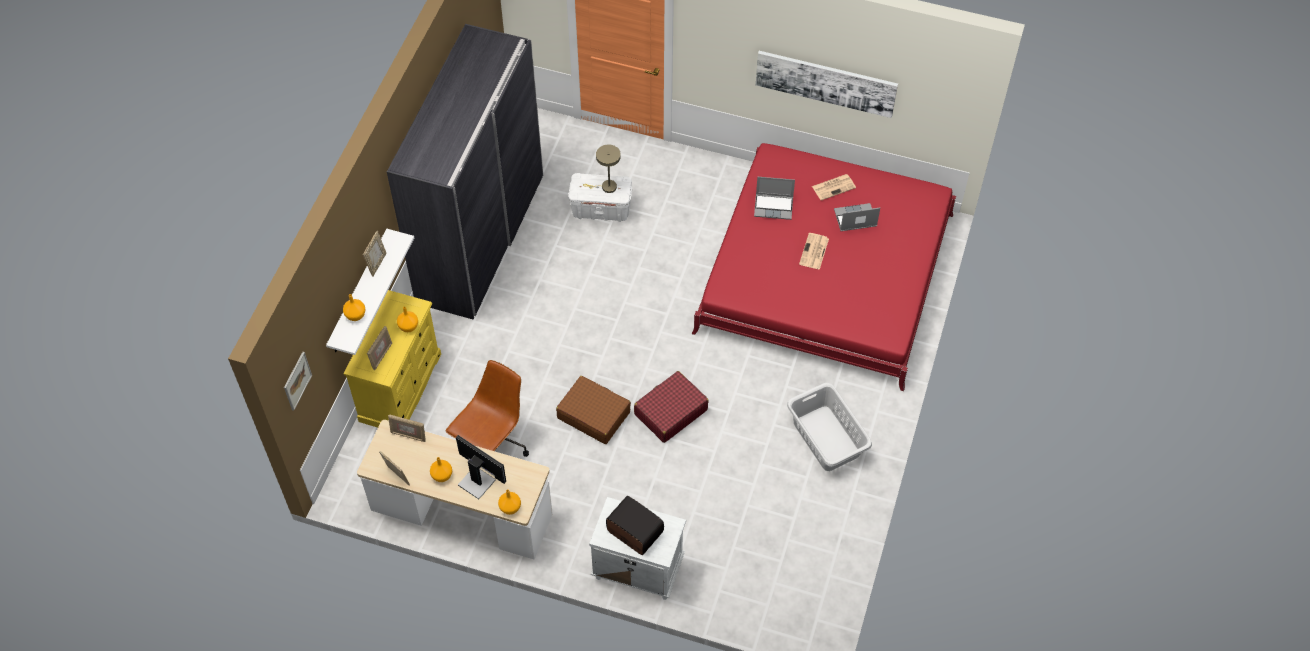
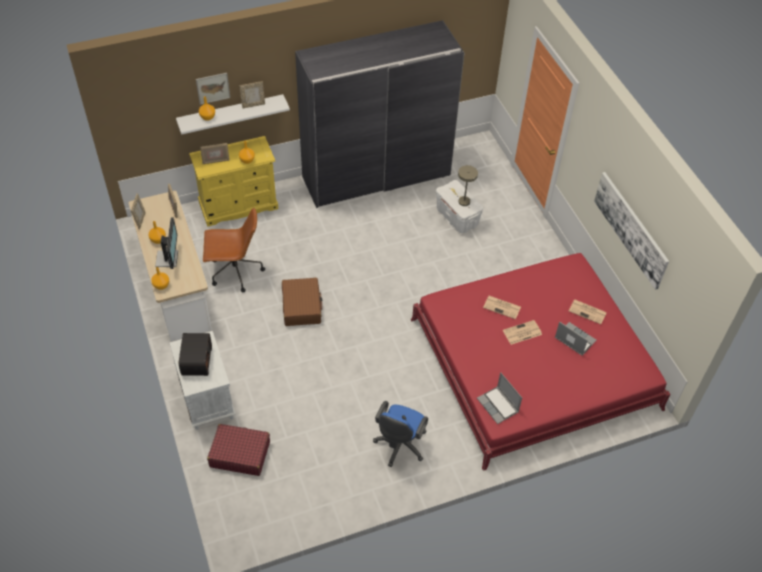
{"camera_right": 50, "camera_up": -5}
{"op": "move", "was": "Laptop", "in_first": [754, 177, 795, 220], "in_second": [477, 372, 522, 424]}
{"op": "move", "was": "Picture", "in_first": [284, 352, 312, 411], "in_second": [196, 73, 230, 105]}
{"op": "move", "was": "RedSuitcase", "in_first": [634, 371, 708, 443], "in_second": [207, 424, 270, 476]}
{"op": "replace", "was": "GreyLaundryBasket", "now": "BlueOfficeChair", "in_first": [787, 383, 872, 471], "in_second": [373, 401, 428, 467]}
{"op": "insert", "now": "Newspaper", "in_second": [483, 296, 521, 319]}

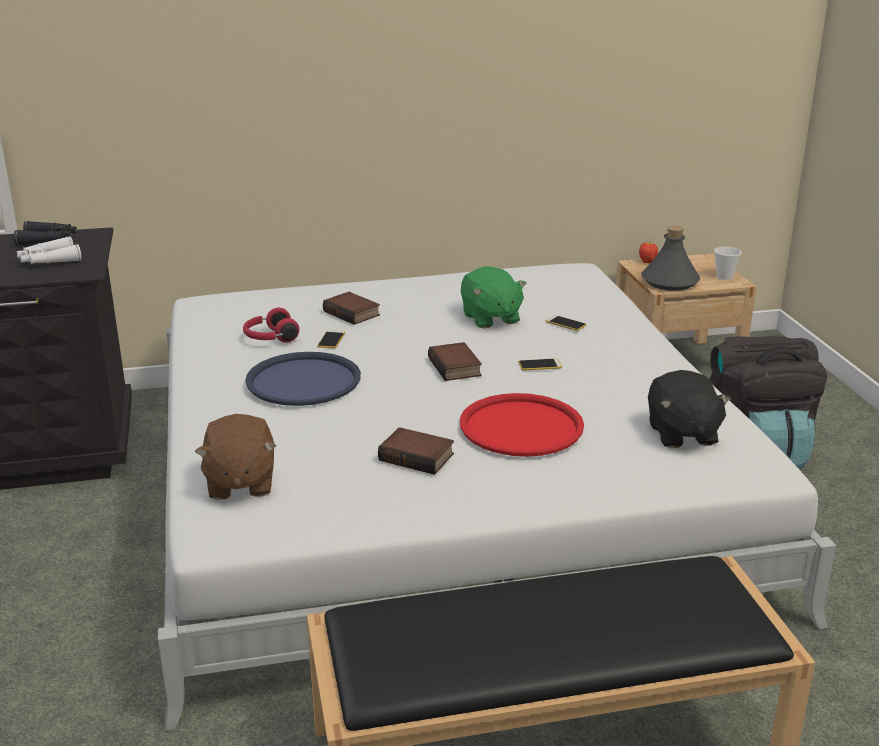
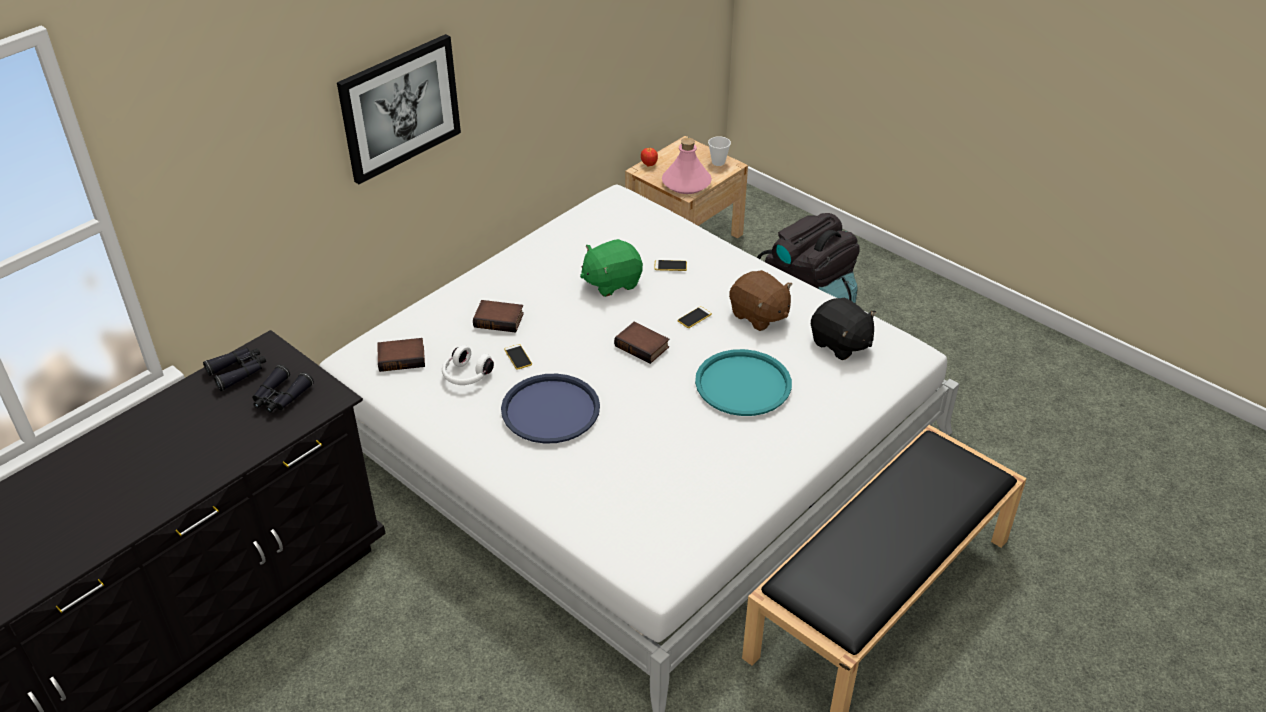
{"camera_right": -35, "camera_up": 15}
{"op": "recolor", "was": "GreyBottle", "now": "PinkBottle", "in_first": [641, 226, 700, 291], "in_second": [662, 138, 712, 194]}
{"op": "recolor", "was": "WhiteBinoculars", "now": "BlackBinoculars", "in_first": [17, 236, 82, 264], "in_second": [252, 365, 314, 413]}
{"op": "rotate", "was": "GreenPlushToy", "in_first": [461, 266, 527, 328], "in_second": [580, 239, 643, 297], "clockwise": 120}
{"op": "recolor", "was": "RedHeadphones", "now": "WhiteHeadphones", "in_first": [243, 308, 299, 343], "in_second": [442, 345, 494, 385]}
{"op": "recolor", "was": "RedTray", "now": "TurquoiseTray", "in_first": [460, 393, 584, 457], "in_second": [695, 349, 792, 416]}
{"op": "move", "was": "BrownPlushToy", "in_first": [195, 414, 276, 500], "in_second": [729, 270, 792, 331]}
{"op": "move", "was": "Book", "in_first": [378, 427, 454, 475], "in_second": [378, 338, 425, 372]}
{"op": "insert", "now": "Picture", "in_second": [337, 34, 461, 184]}

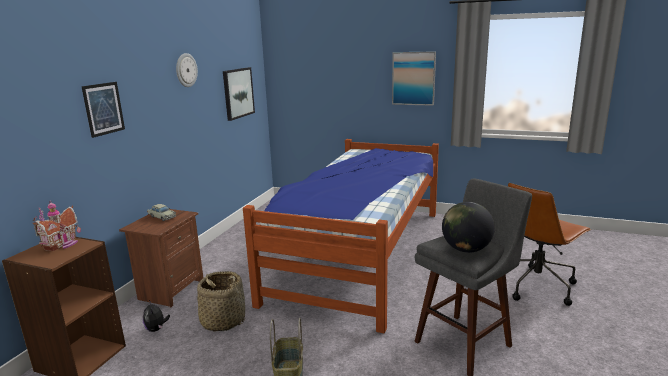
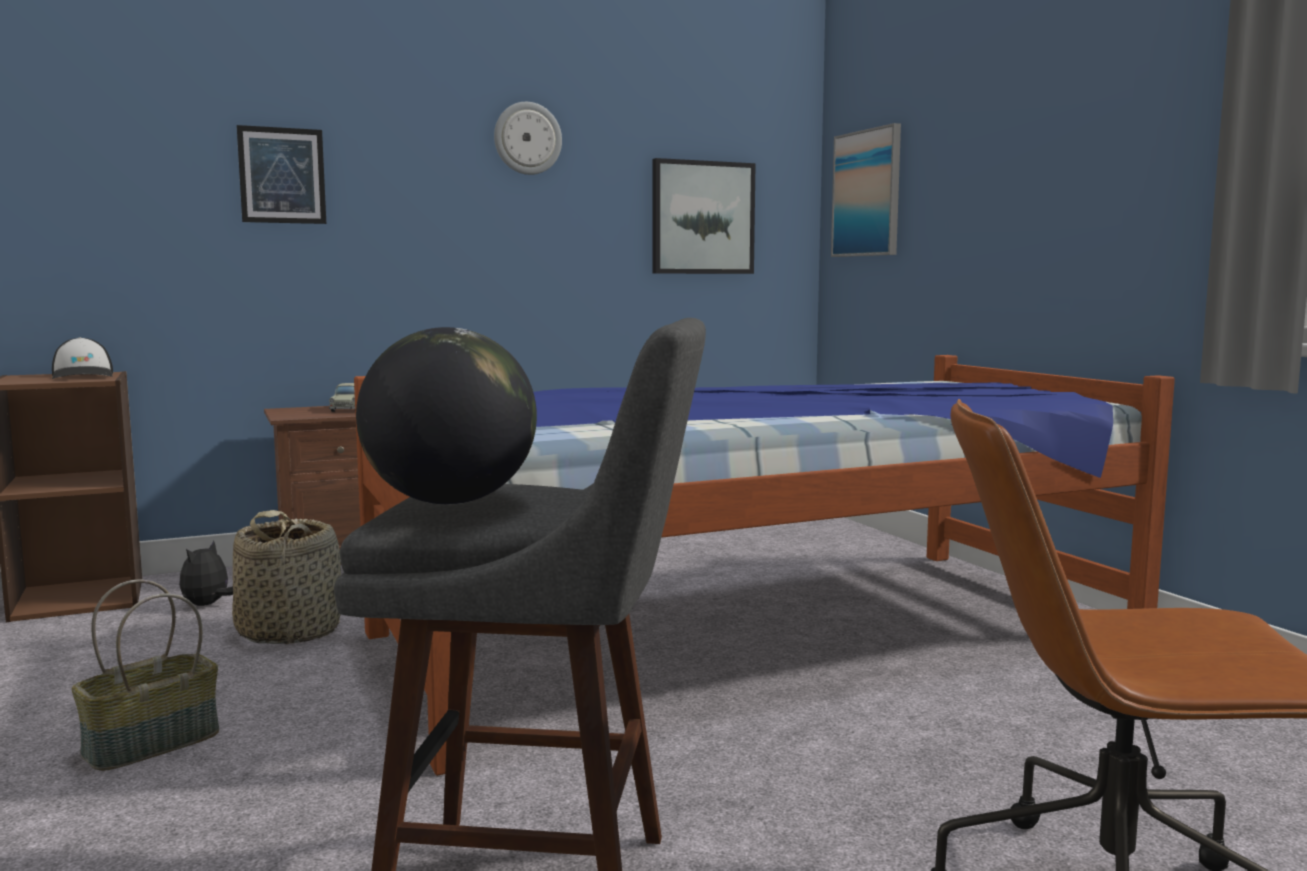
{"camera_right": 45, "camera_up": -10}
{"op": "move", "was": "Picture", "in_first": [392, 51, 436, 106], "in_second": [831, 123, 901, 257]}
{"op": "replace", "was": "ToyHouse", "now": "Cap", "in_first": [33, 200, 81, 251], "in_second": [52, 337, 113, 379]}

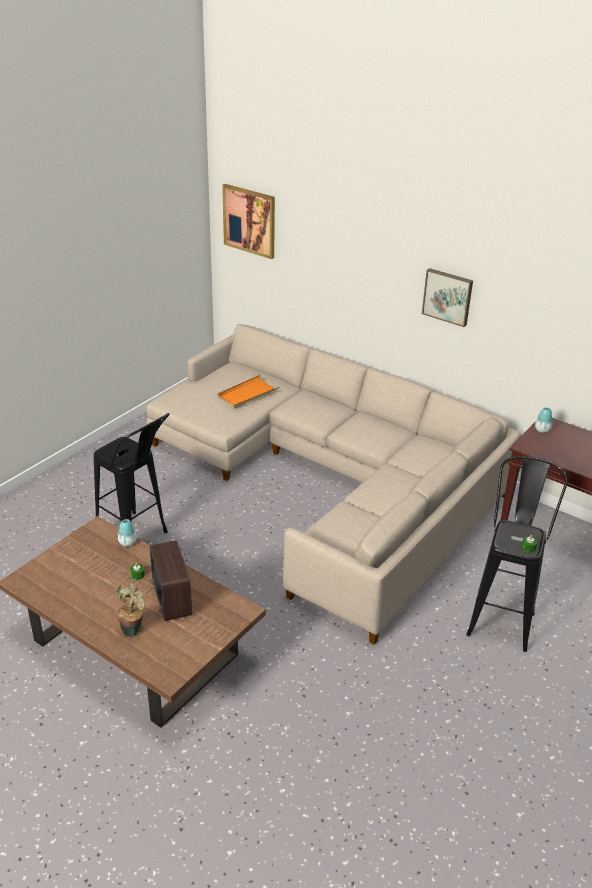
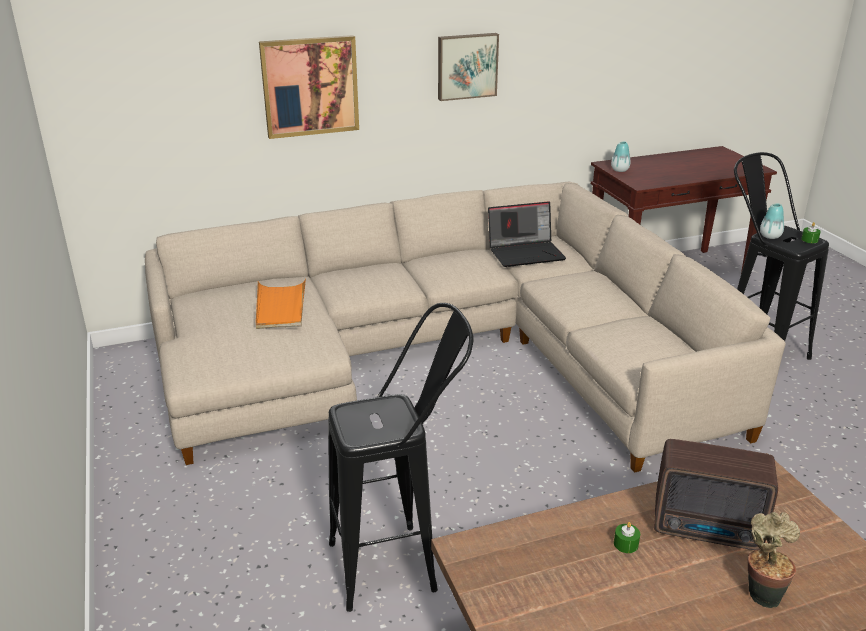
{"camera_right": -55, "camera_up": -5}
{"op": "move", "was": "Picture", "in_first": [222, 184, 275, 259], "in_second": [259, 35, 359, 139]}
{"op": "move", "was": "Vase", "in_first": [118, 519, 137, 547], "in_second": [760, 203, 784, 239]}
{"op": "insert", "now": "Laptop", "in_second": [488, 201, 566, 267]}

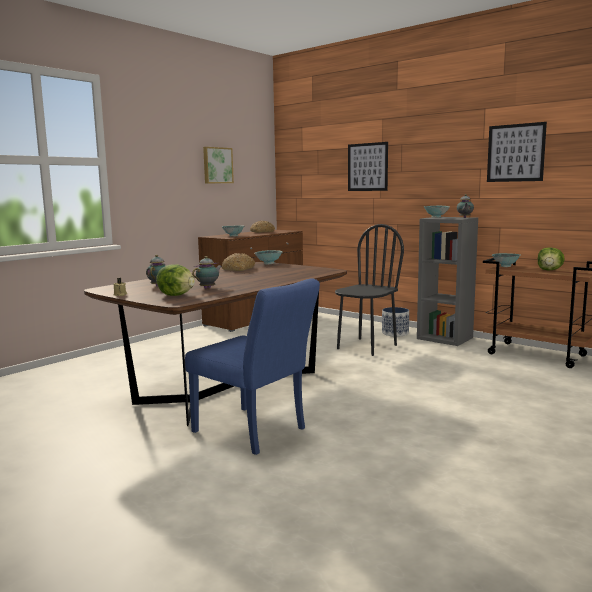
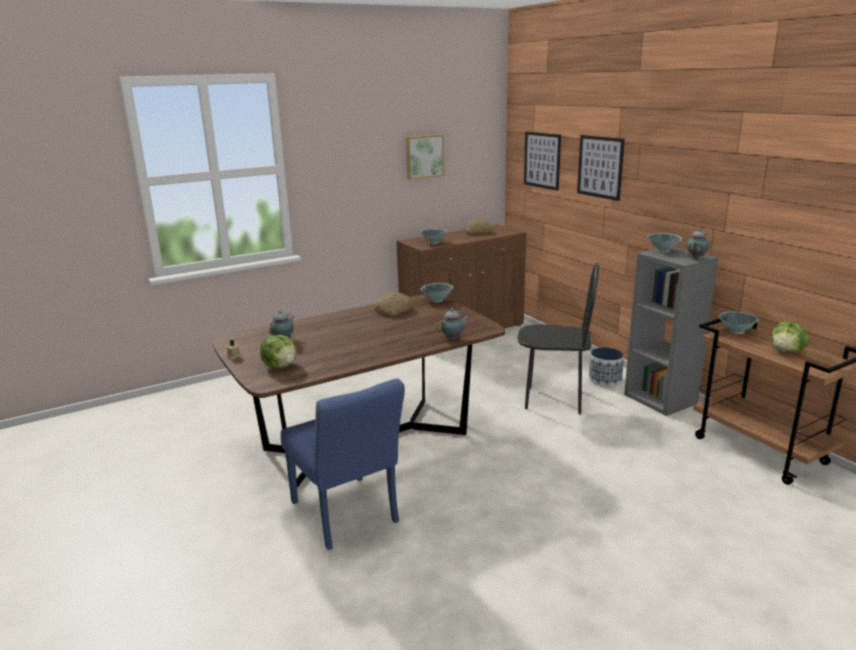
{"camera_right": 20, "camera_up": 10}
{"op": "move", "was": "Picture", "in_first": [487, 122, 547, 182], "in_second": [524, 132, 561, 191]}
{"op": "rotate", "was": "BlackChair", "in_first": [335, 224, 404, 356], "in_second": [517, 263, 599, 414], "clockwise": 45}
{"op": "move", "was": "Teapot", "in_first": [192, 256, 222, 289], "in_second": [436, 308, 469, 341]}

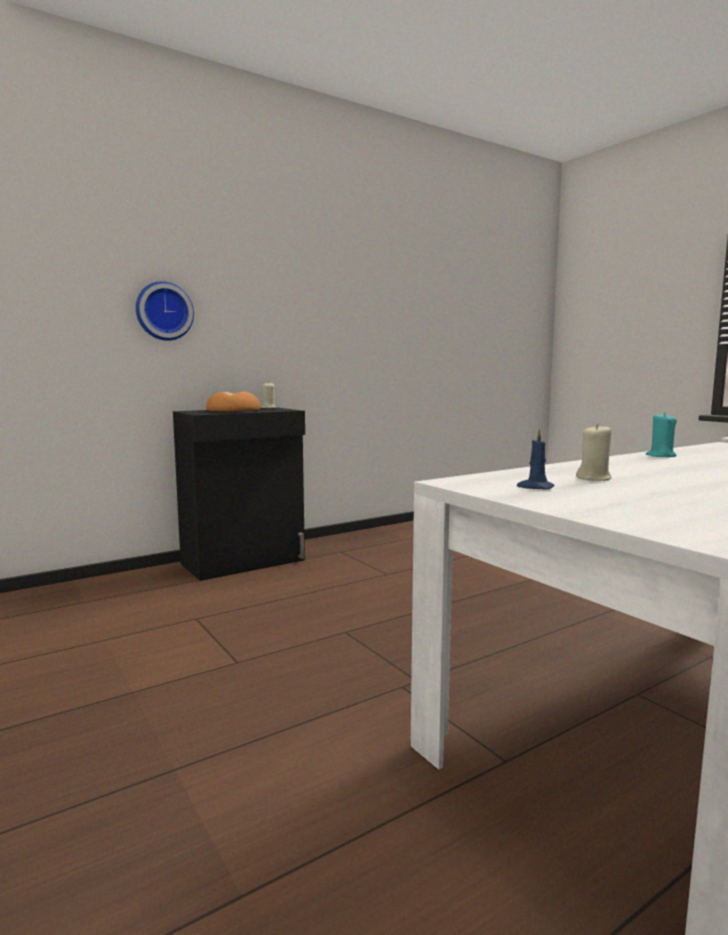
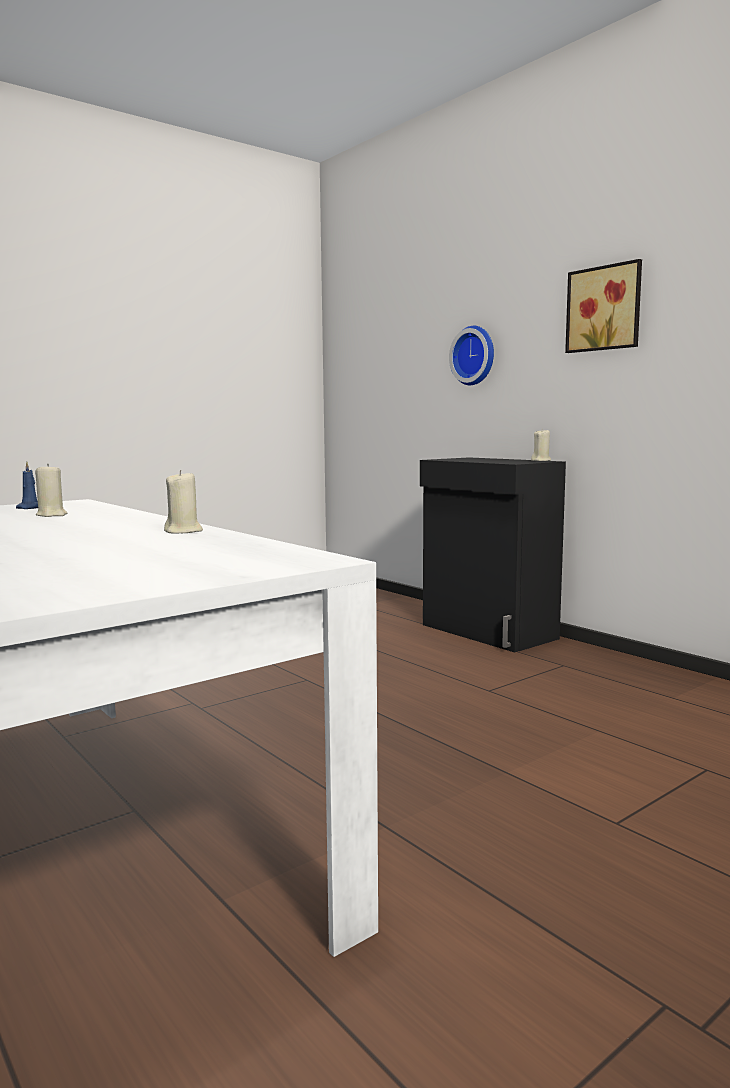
{"camera_right": 85, "camera_up": 0}
{"op": "delete", "was": "Bread", "in_first": [206, 392, 261, 412]}
{"op": "recolor", "was": "TurquoiseCandle", "now": "BeigeCandle", "in_first": [646, 412, 677, 457], "in_second": [164, 470, 203, 533]}
{"op": "insert", "now": "Picture", "in_second": [565, 259, 642, 353]}

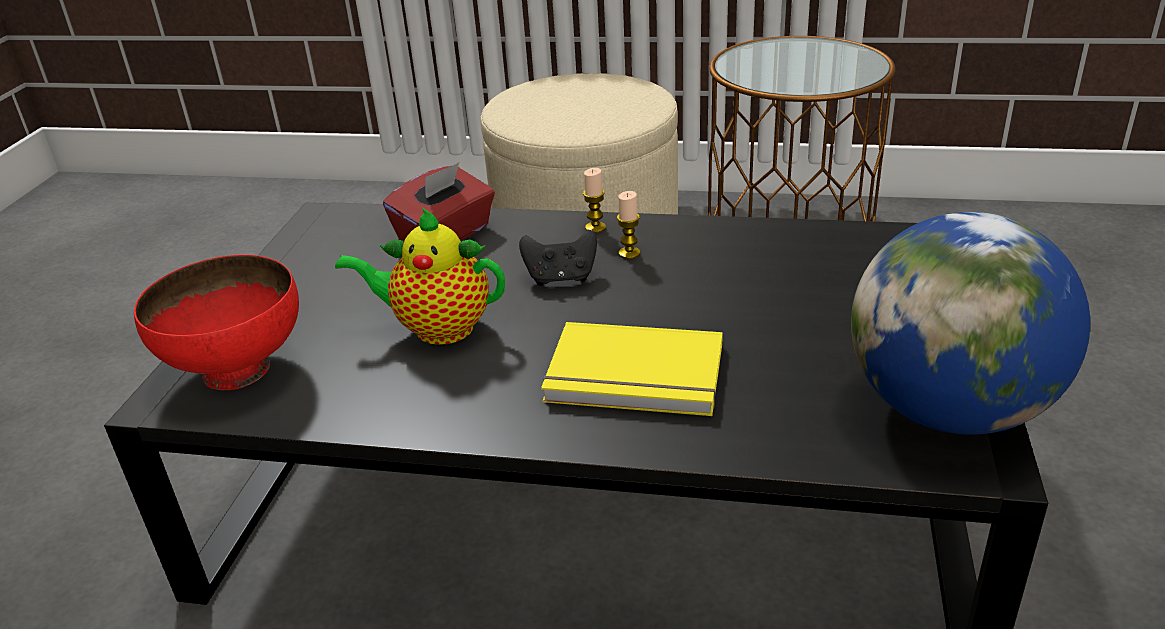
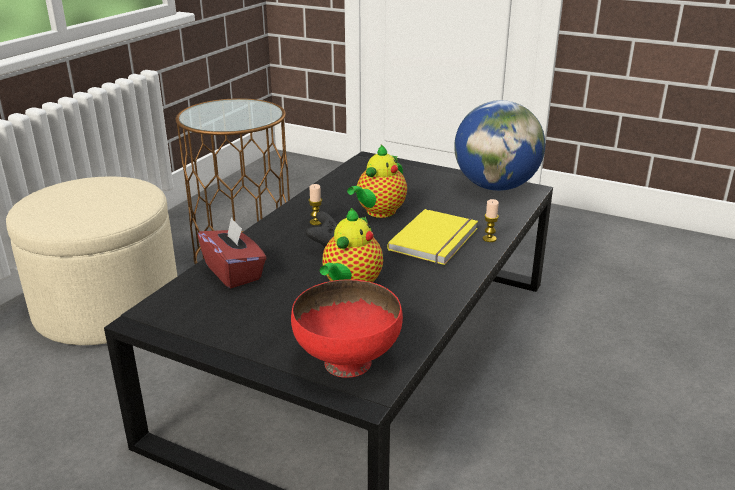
{"camera_right": -75, "camera_up": -5}
{"op": "move", "was": "Candle", "in_first": [583, 168, 606, 233], "in_second": [483, 199, 499, 242]}
{"op": "insert", "now": "Teapot", "in_second": [347, 145, 407, 218]}

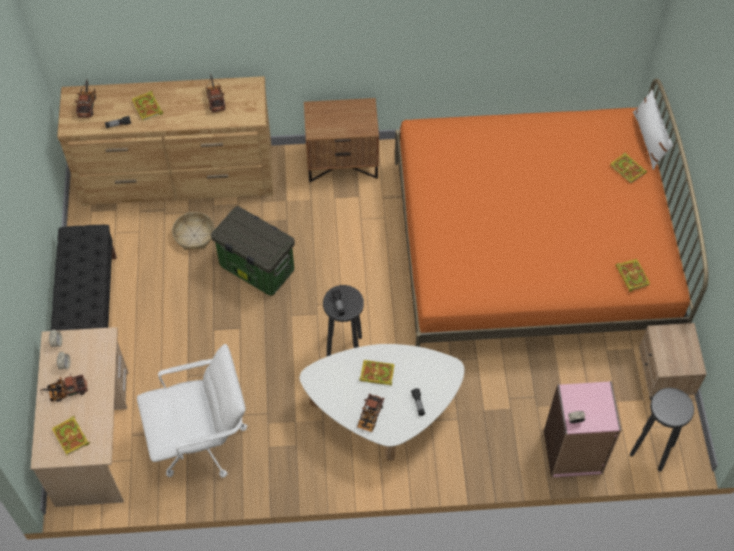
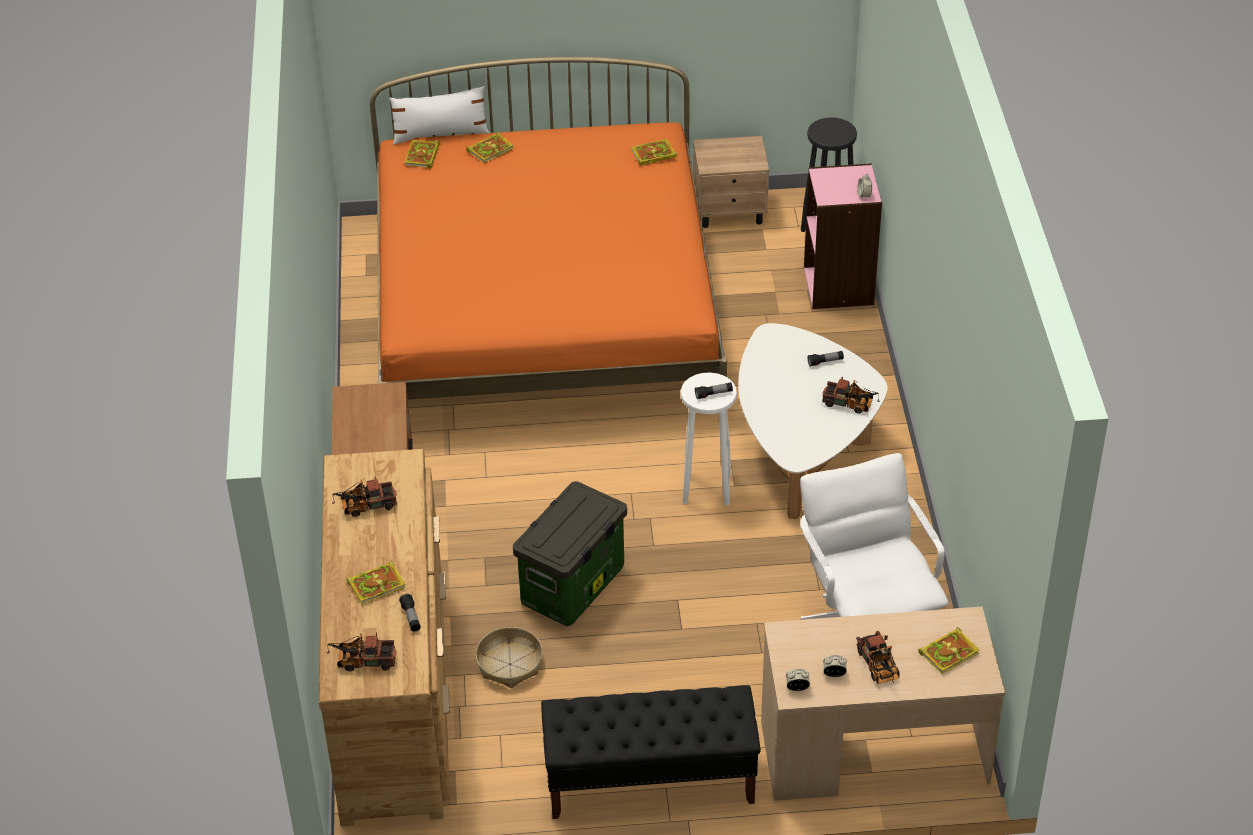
{"camera_right": -90, "camera_up": -15}
{"op": "recolor", "was": "BlackStool", "now": "WhiteStool", "in_first": [323, 285, 364, 356], "in_second": [681, 373, 737, 505]}
{"op": "move", "was": "Book", "in_first": [359, 360, 394, 386], "in_second": [404, 140, 441, 168]}

